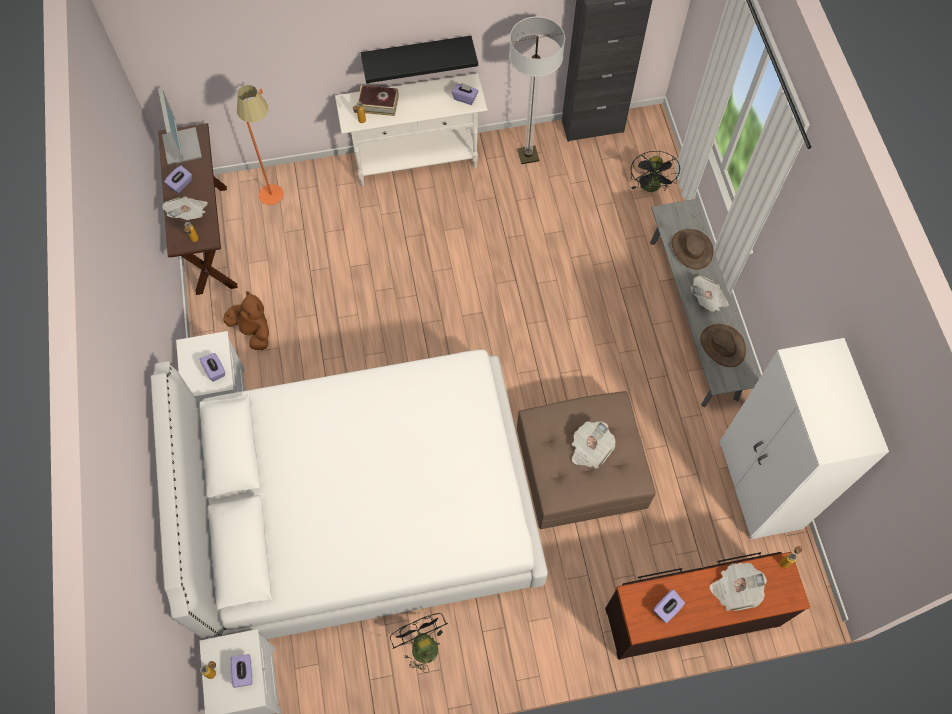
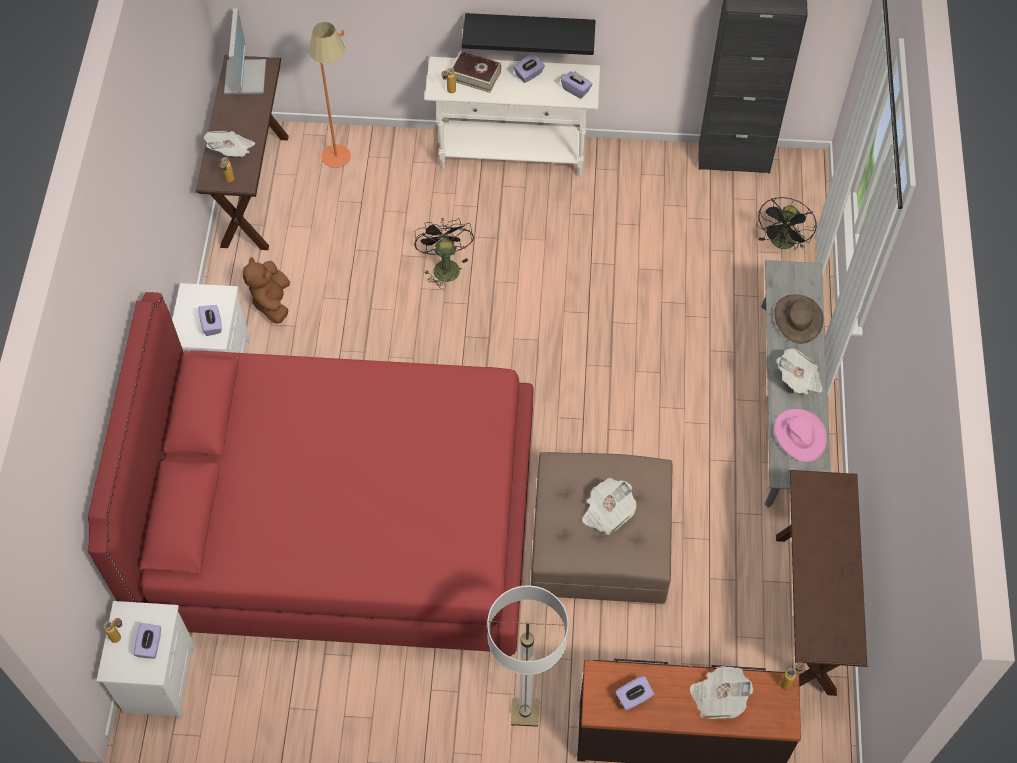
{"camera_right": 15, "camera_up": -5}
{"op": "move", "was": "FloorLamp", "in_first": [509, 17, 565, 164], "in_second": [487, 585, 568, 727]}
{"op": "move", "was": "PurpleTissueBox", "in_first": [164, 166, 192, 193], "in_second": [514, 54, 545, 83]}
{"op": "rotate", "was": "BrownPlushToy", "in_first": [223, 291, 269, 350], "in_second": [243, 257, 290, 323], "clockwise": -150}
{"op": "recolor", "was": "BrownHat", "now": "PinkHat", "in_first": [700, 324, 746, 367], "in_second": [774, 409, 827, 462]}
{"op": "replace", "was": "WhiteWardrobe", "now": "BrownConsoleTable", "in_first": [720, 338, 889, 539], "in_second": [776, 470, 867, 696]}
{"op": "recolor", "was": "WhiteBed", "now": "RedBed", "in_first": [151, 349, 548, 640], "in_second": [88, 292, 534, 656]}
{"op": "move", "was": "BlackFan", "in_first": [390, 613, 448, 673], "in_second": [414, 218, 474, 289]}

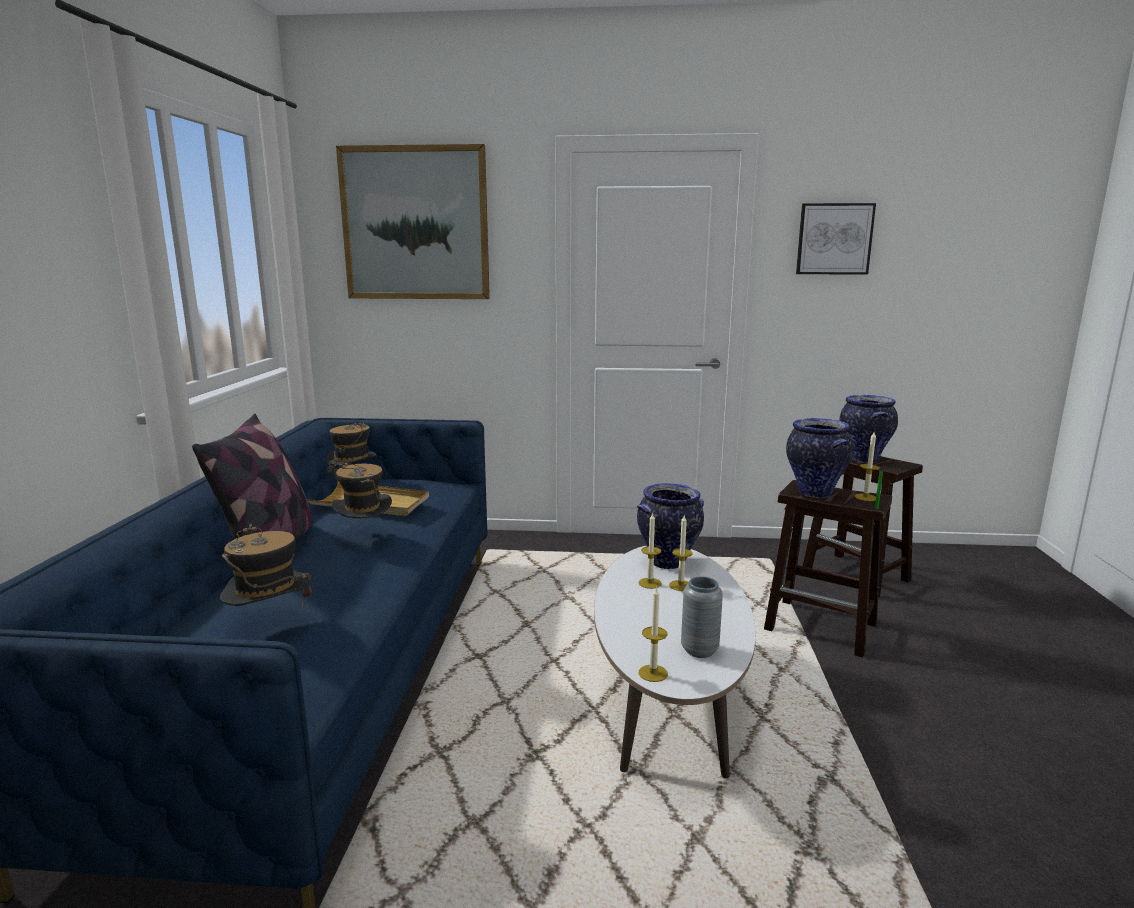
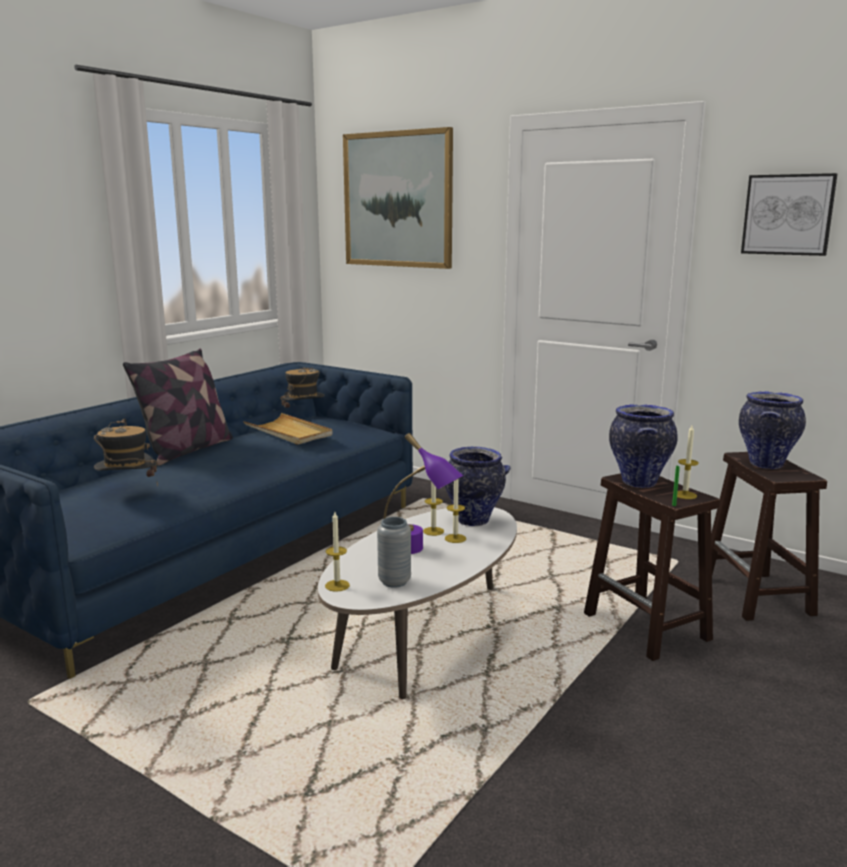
{"camera_right": 30, "camera_up": 0}
{"op": "delete", "was": "Hat", "in_first": [331, 463, 392, 528]}
{"op": "insert", "now": "PurpleTableLamp", "in_second": [384, 433, 463, 554]}

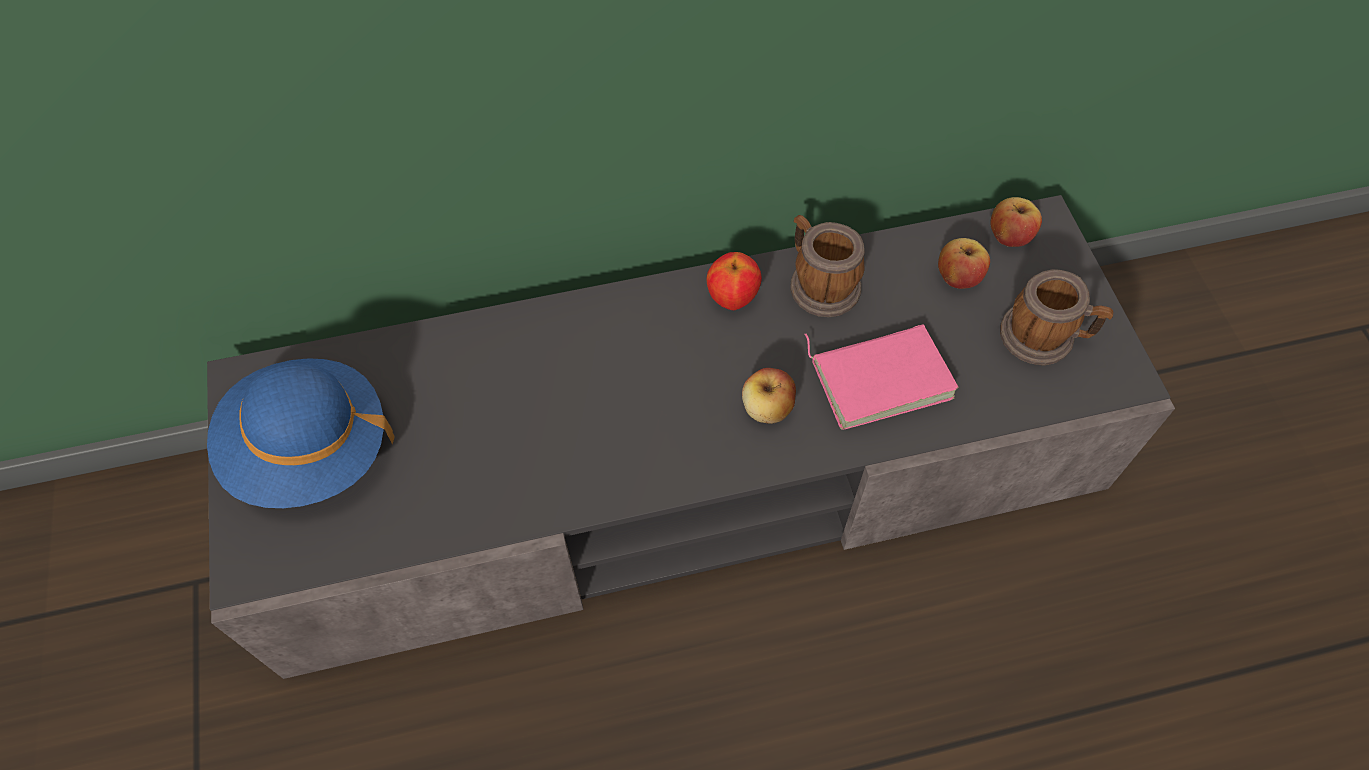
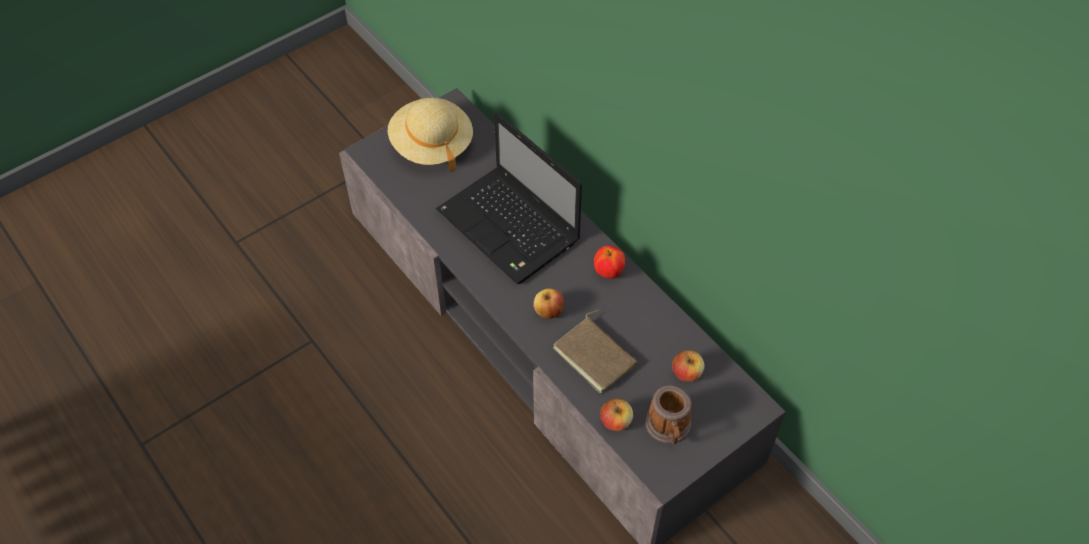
{"camera_right": 65, "camera_up": -5}
{"op": "move", "was": "Apple", "in_first": [990, 197, 1042, 247], "in_second": [600, 399, 633, 431]}
{"op": "delete", "was": "Mug", "in_first": [790, 215, 865, 317]}
{"op": "recolor", "was": "PinkBook", "now": "BrownBook", "in_first": [805, 324, 959, 430], "in_second": [553, 309, 637, 394]}
{"op": "recolor", "was": "BlueHat", "now": "BeigeHat", "in_first": [207, 358, 394, 508], "in_second": [388, 98, 473, 172]}
{"op": "insert", "now": "Laptop", "in_second": [436, 112, 582, 284]}

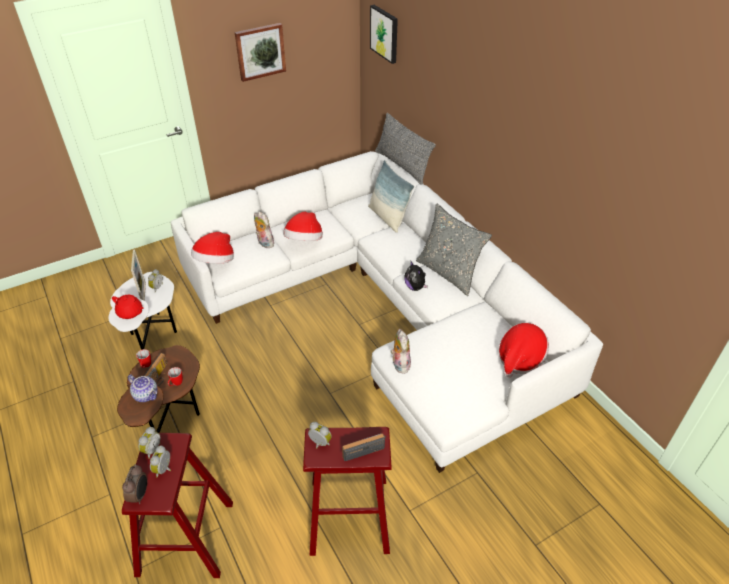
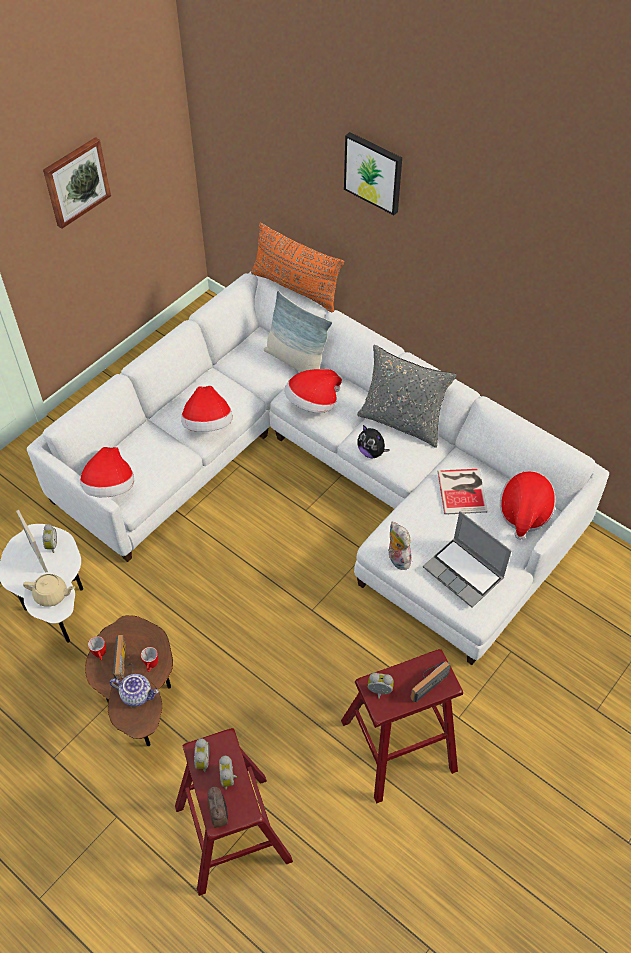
{"camera_right": -20, "camera_up": 10}
{"op": "move", "was": "Picture", "in_first": [370, 5, 398, 64], "in_second": [344, 132, 402, 215]}
{"op": "recolor", "was": "GreyPillow", "now": "OrangePillow", "in_first": [375, 113, 436, 184], "in_second": [251, 223, 344, 313]}
{"op": "delete", "was": "PlushToy", "in_first": [254, 212, 274, 248]}
{"op": "recolor", "was": "RedTeapot", "now": "BeigeTeapot", "in_first": [112, 295, 144, 319], "in_second": [23, 574, 75, 607]}
{"op": "insert", "now": "Hat", "in_second": [284, 369, 342, 413]}
{"op": "insert", "now": "Book", "in_second": [437, 469, 488, 515]}
{"op": "insert", "now": "Laptop", "in_second": [423, 511, 511, 608]}

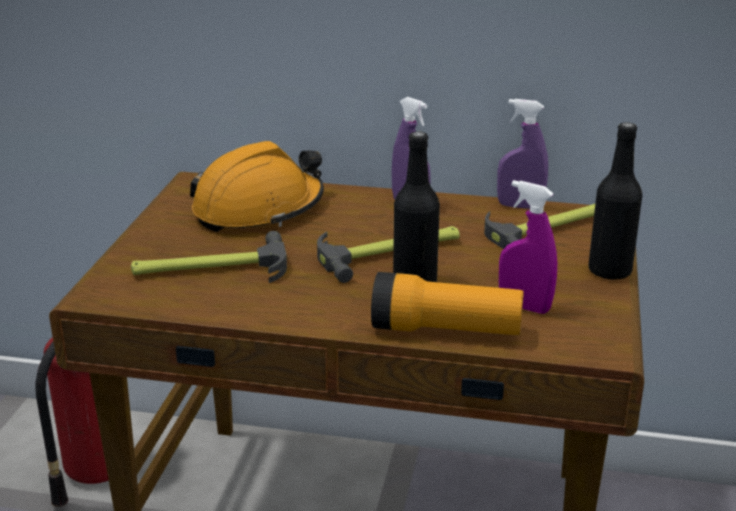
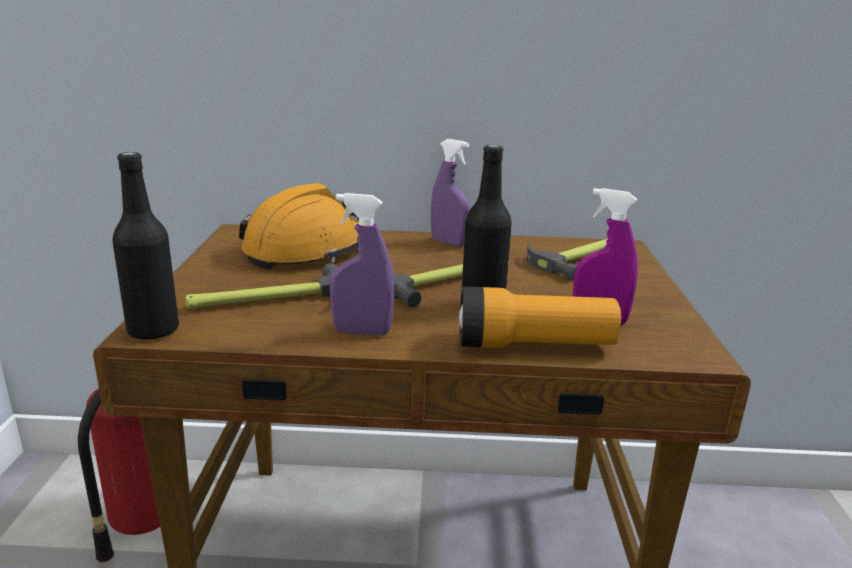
{"camera_right": -10, "camera_up": -5}
{"op": "move", "was": "PurpleSprayBottle", "in_first": [497, 99, 548, 209], "in_second": [330, 193, 394, 335]}
{"op": "move", "was": "BlackBottle", "in_first": [588, 122, 642, 280], "in_second": [112, 152, 179, 341]}

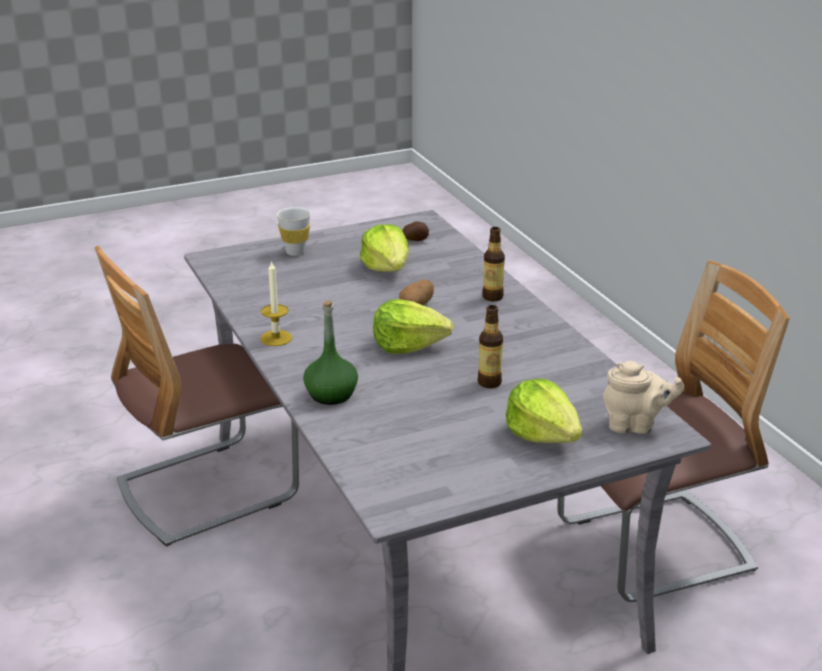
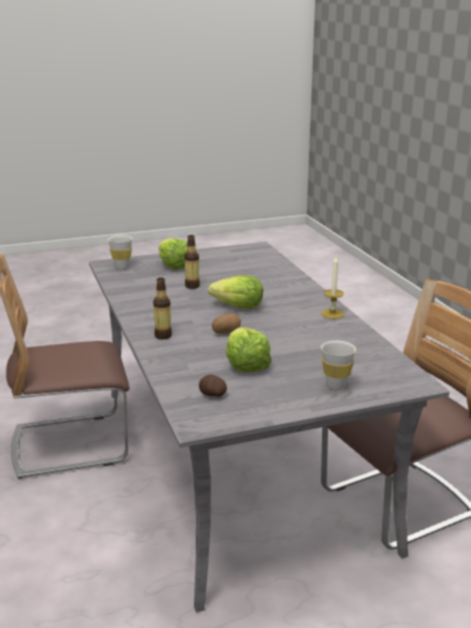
{"camera_right": -175, "camera_up": -5}
{"op": "delete", "was": "GreenBottle", "in_first": [303, 301, 358, 405]}
{"op": "replace", "was": "BeigeTeapot", "now": "WhiteCup", "in_first": [603, 361, 684, 434], "in_second": [108, 235, 133, 269]}

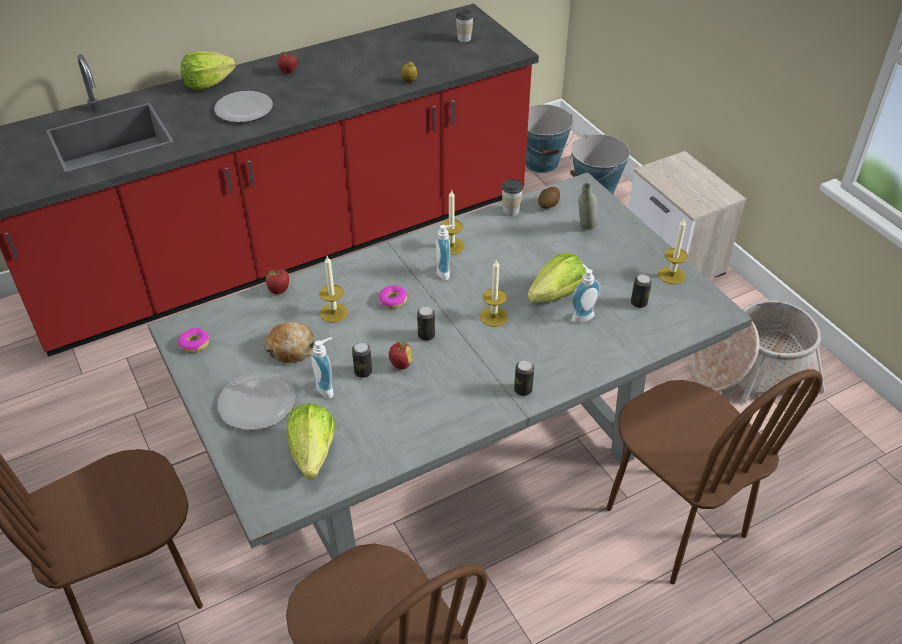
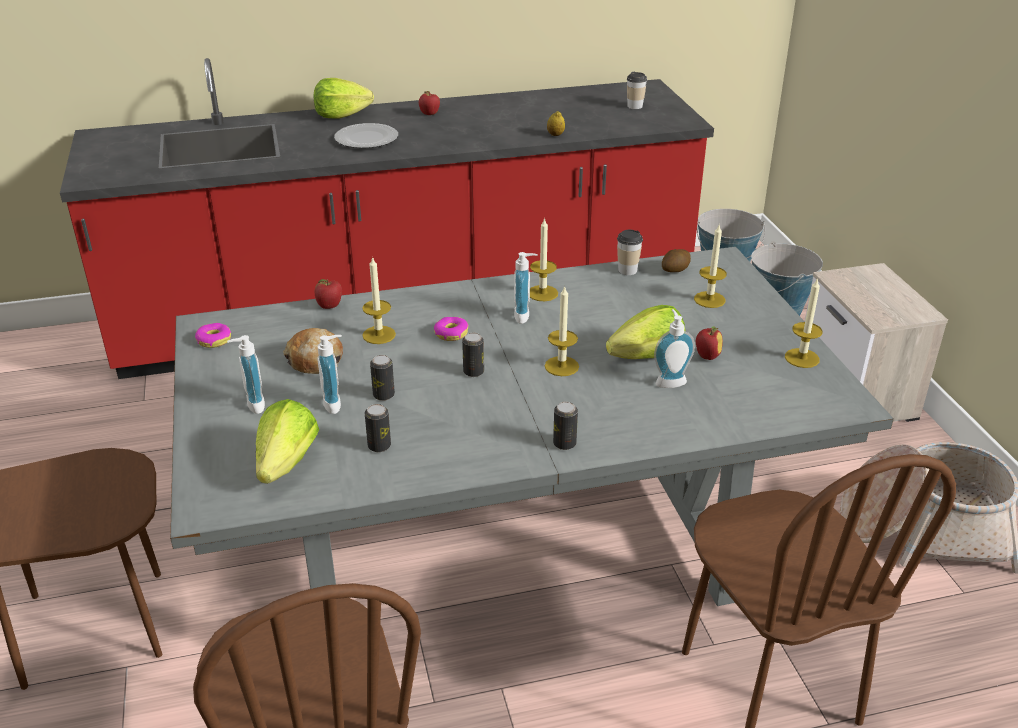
{"camera_right": 15, "camera_up": -10}
{"op": "replace", "was": "GreyBottle", "now": "Candle", "in_first": [578, 183, 597, 229], "in_second": [694, 225, 727, 308]}
{"op": "move", "was": "Can", "in_first": [631, 274, 652, 308], "in_second": [365, 404, 391, 452]}
{"op": "move", "was": "Apple", "in_first": [389, 341, 412, 370], "in_second": [696, 326, 723, 360]}
{"op": "replace", "was": "Plate", "now": "SoapDispenser", "in_first": [218, 372, 296, 430], "in_second": [227, 335, 265, 414]}

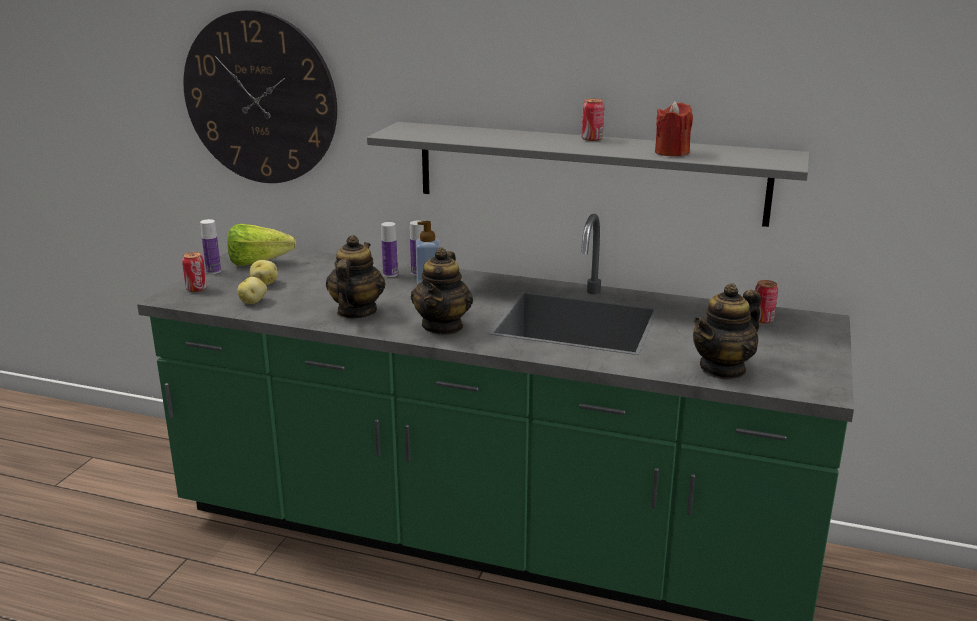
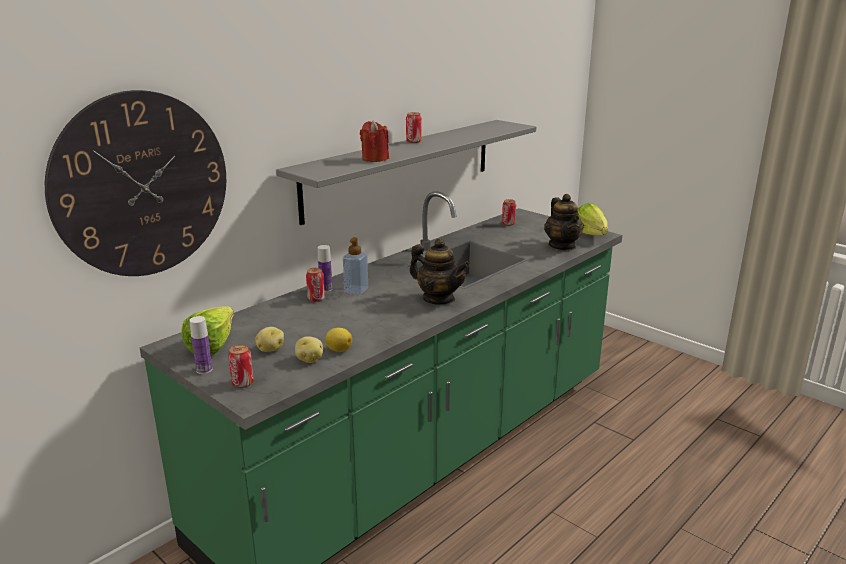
{"camera_right": -65, "camera_up": 0}
{"op": "move", "was": "RedCandle", "in_first": [655, 101, 693, 156], "in_second": [360, 120, 389, 162]}
{"op": "replace", "was": "Bottle", "now": "Can", "in_first": [381, 222, 398, 277], "in_second": [306, 268, 325, 302]}
{"op": "delete", "was": "Teapot", "in_first": [326, 235, 385, 318]}
{"op": "insert", "now": "Lettuce", "in_second": [577, 203, 608, 235]}
{"op": "insert", "now": "Lemon", "in_second": [325, 328, 352, 352]}

